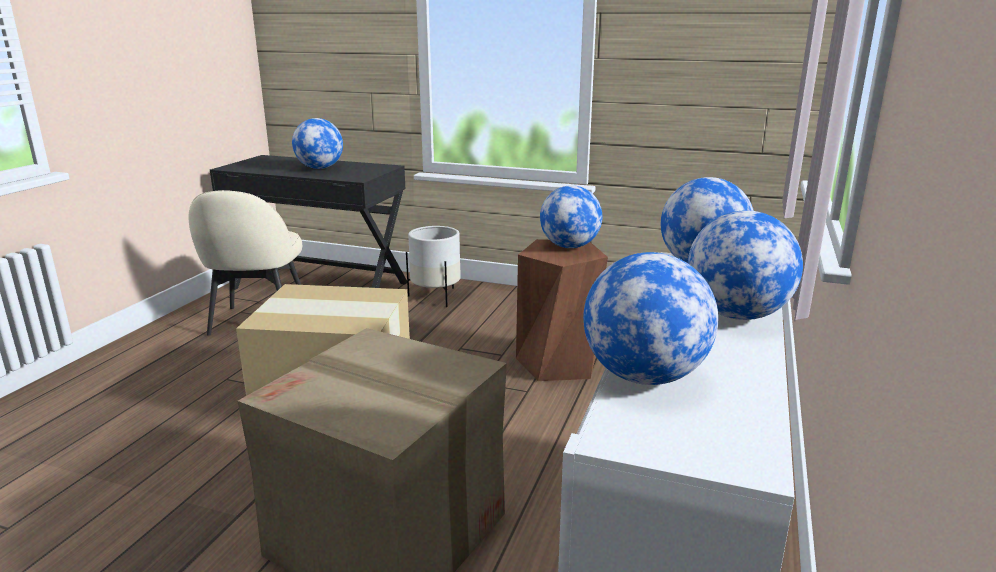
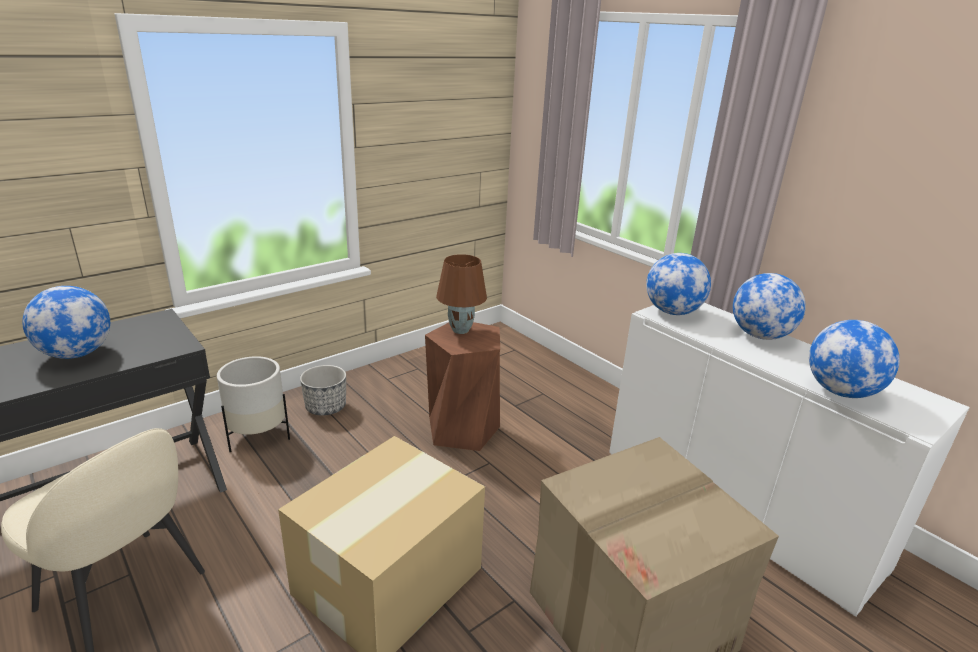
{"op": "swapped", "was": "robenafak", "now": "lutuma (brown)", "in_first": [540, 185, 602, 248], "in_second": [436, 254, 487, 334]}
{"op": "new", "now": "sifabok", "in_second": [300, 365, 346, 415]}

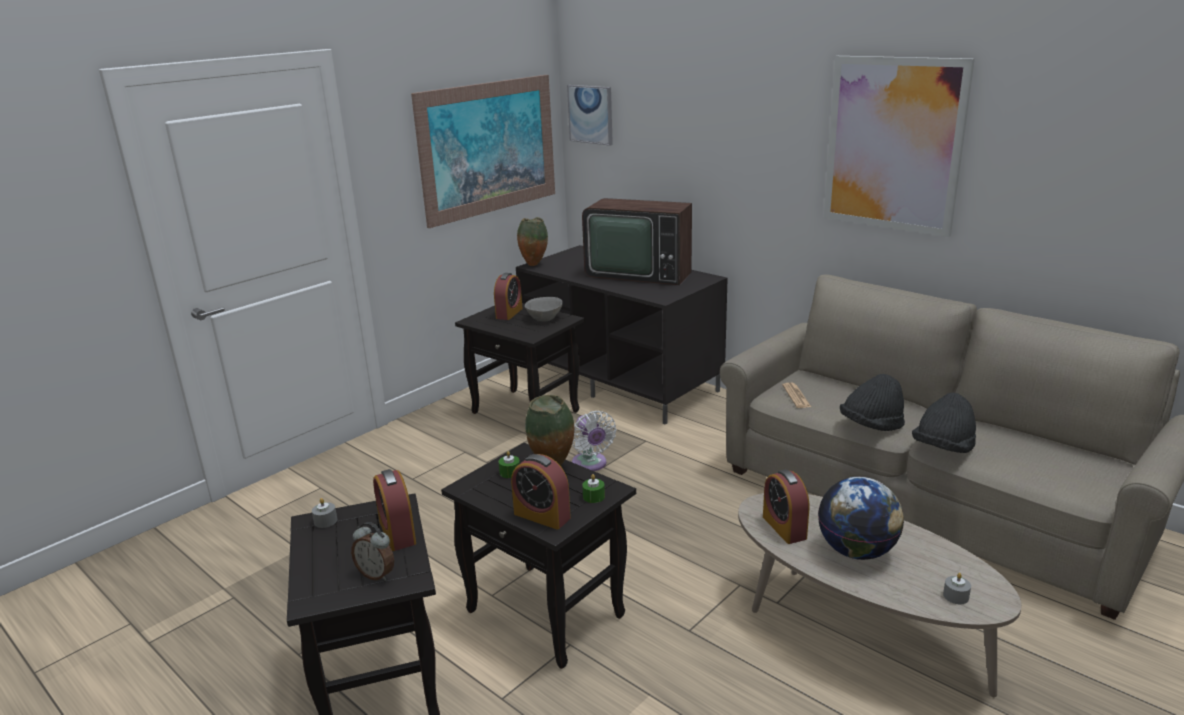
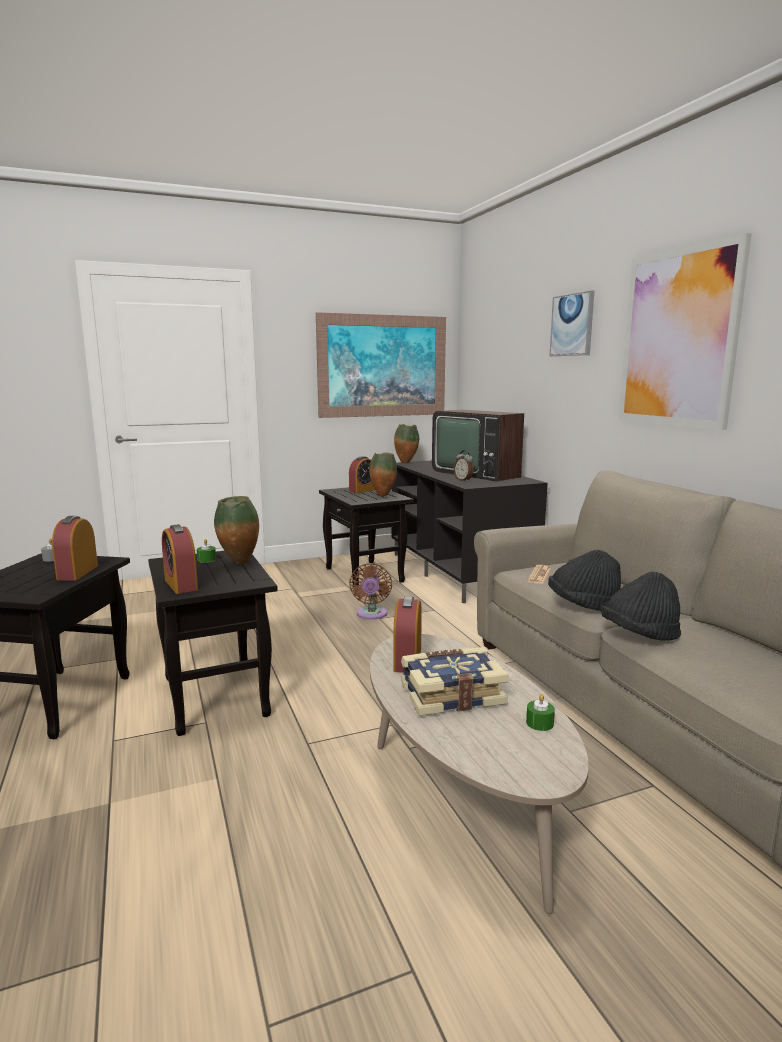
{"op": "shifted", "was": "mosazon", "in_first": [351, 522, 394, 581], "in_second": [454, 450, 474, 482]}
{"op": "swapped", "was": "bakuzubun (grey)", "now": "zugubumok", "in_first": [525, 297, 563, 321], "in_second": [369, 452, 397, 496]}
{"op": "shifted", "was": "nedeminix", "in_first": [567, 85, 613, 146], "in_second": [550, 290, 594, 356]}
{"op": "repainted", "was": "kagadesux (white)", "now": "kagadesux (brown)", "in_first": [572, 411, 616, 471], "in_second": [349, 563, 392, 620]}
{"op": "shifted", "was": "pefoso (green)", "in_first": [582, 474, 605, 503], "in_second": [526, 694, 555, 731]}
{"op": "swapped", "was": "robenafak", "now": "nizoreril", "in_first": [818, 477, 904, 560], "in_second": [401, 647, 509, 716]}
{"op": "gone", "was": "pefoso (grey)", "in_first": [943, 573, 971, 604]}

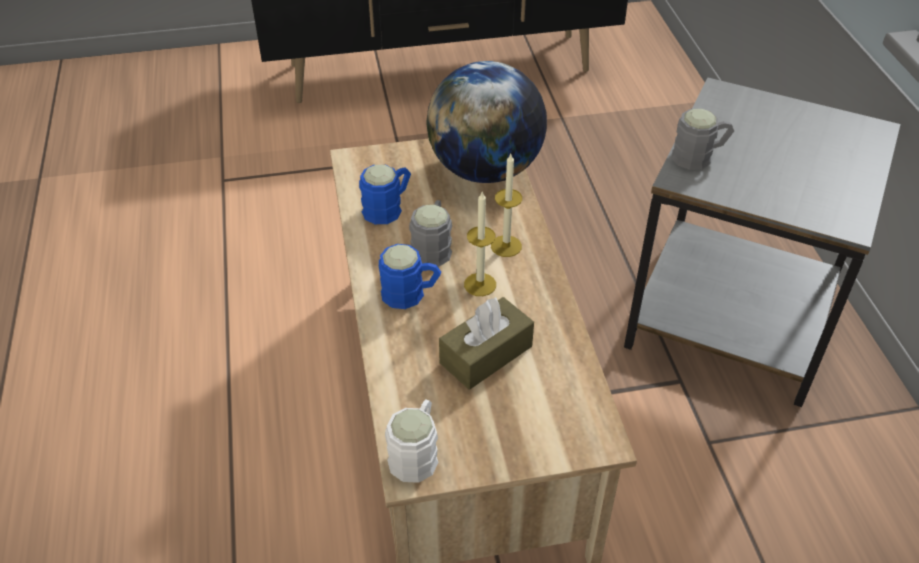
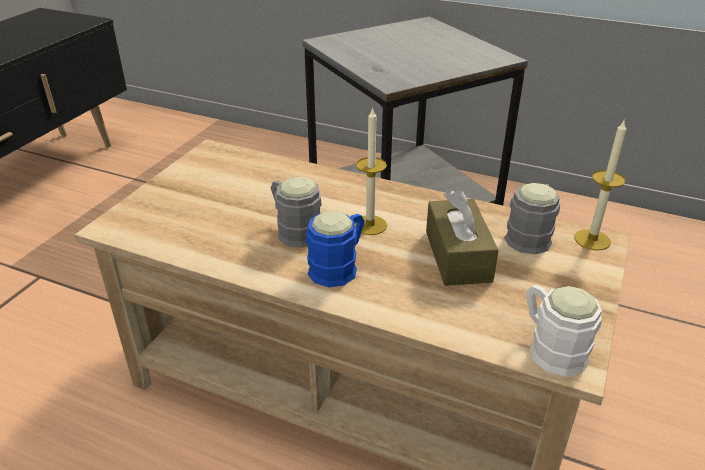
{"op": "gone", "was": "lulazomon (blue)", "in_first": [359, 165, 411, 224]}
{"op": "gone", "was": "robenafak", "in_first": [426, 61, 547, 183]}
{"op": "shifted", "was": "pefoso", "in_first": [491, 154, 522, 257], "in_second": [574, 119, 626, 251]}
{"op": "shifted", "was": "lulazomon (grey)", "in_first": [671, 109, 734, 170], "in_second": [504, 183, 560, 255]}

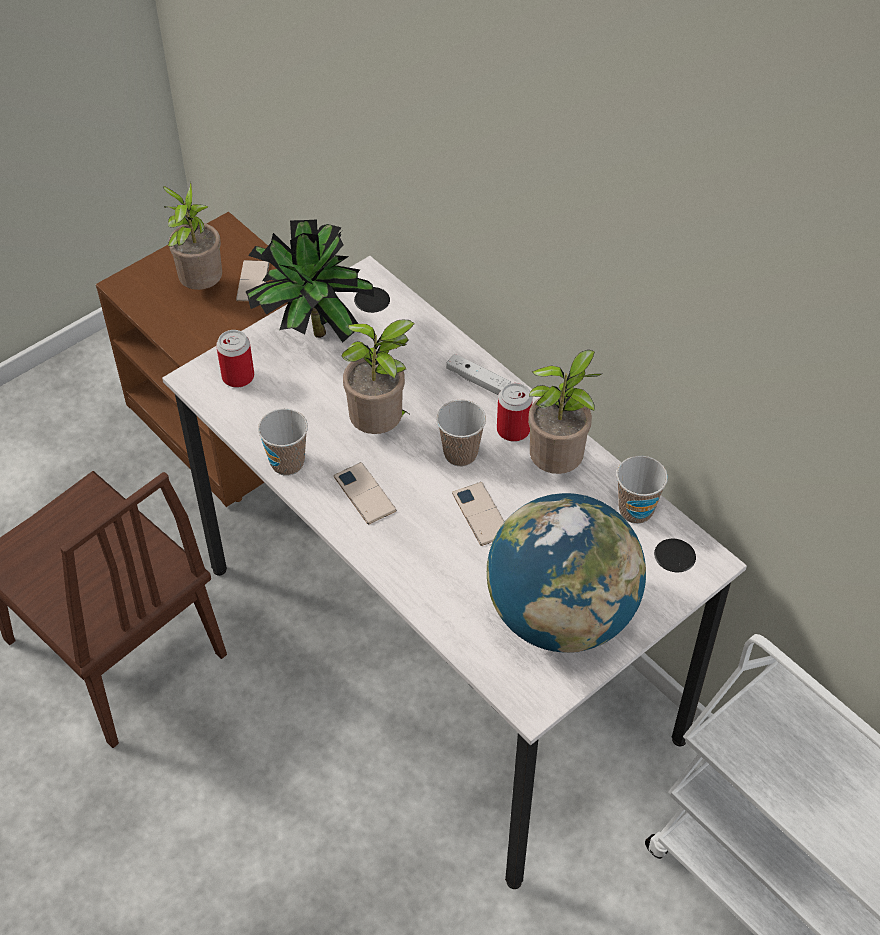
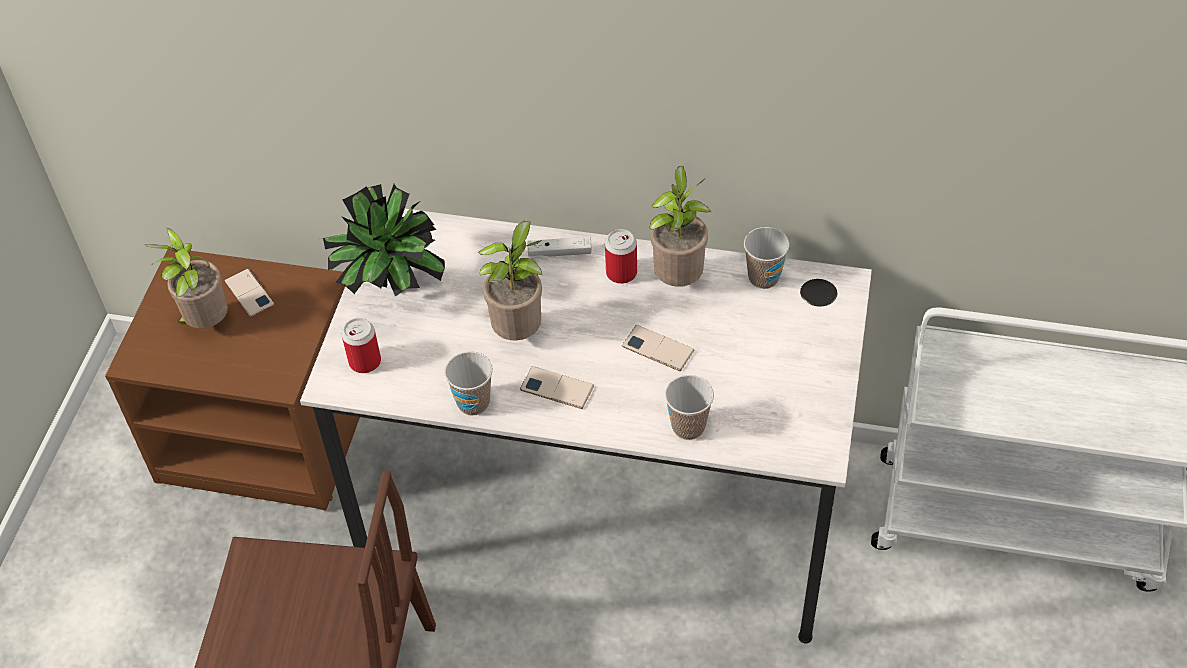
{"op": "shifted", "was": "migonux", "in_first": [437, 400, 486, 467], "in_second": [665, 375, 714, 440]}
{"op": "gone", "was": "robenafak", "in_first": [487, 493, 646, 653]}

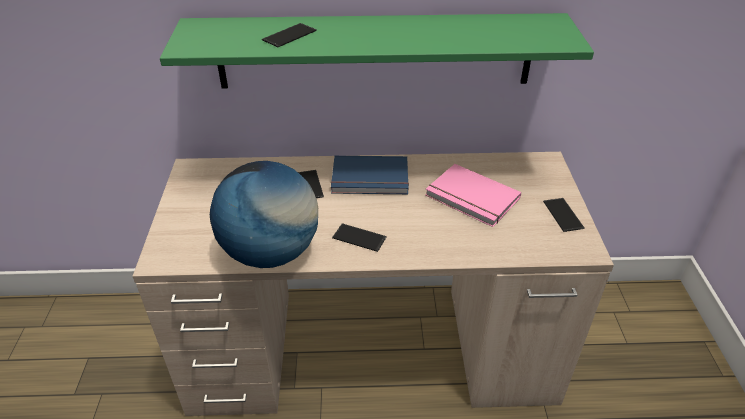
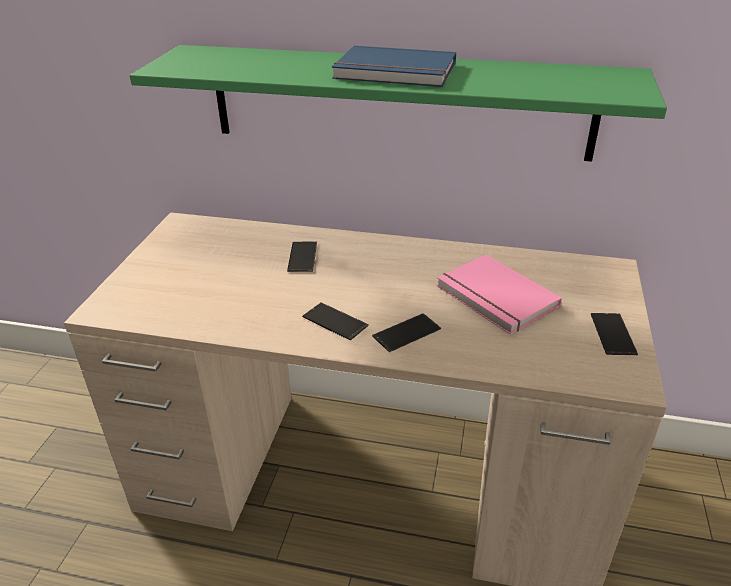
{"op": "gone", "was": "robenafak", "in_first": [210, 161, 318, 268]}
{"op": "shifted", "was": "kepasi", "in_first": [262, 23, 317, 47], "in_second": [372, 313, 441, 352]}
{"op": "shifted", "was": "nizoreril (blue)", "in_first": [331, 156, 409, 194], "in_second": [332, 46, 456, 87]}

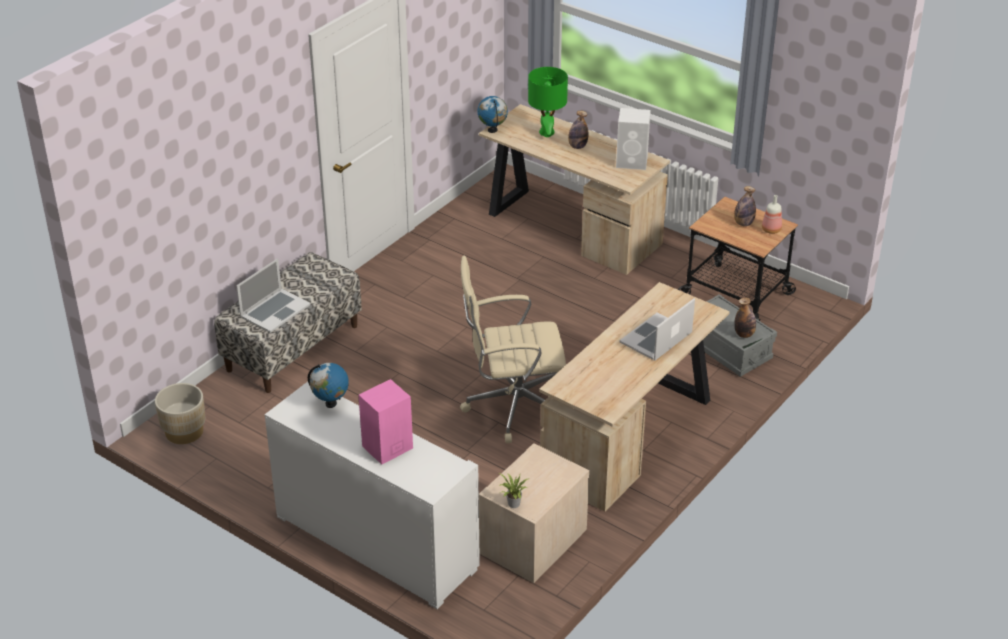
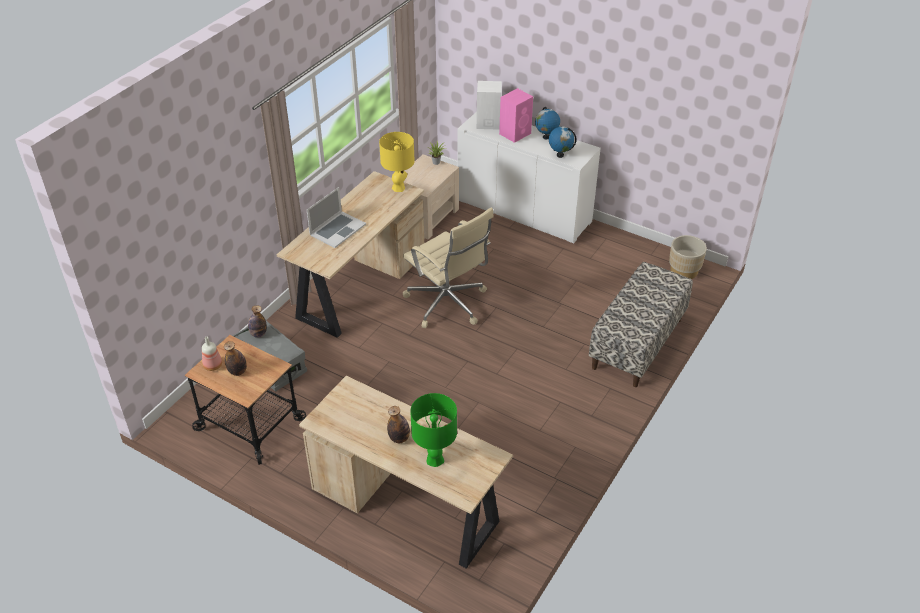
{"op": "gone", "was": "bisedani", "in_first": [236, 258, 311, 333]}
{"op": "rotated", "was": "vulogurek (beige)", "in_first": [460, 256, 566, 443], "in_second": [403, 208, 494, 328], "clockwise": 60}
{"op": "shifted", "was": "robenafak", "in_first": [478, 96, 508, 133], "in_second": [535, 107, 560, 139]}
{"op": "shifted", "was": "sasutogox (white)", "in_first": [616, 108, 651, 170], "in_second": [477, 81, 502, 129]}
{"op": "new", "now": "lutuma (yellow)", "in_second": [379, 132, 415, 192]}

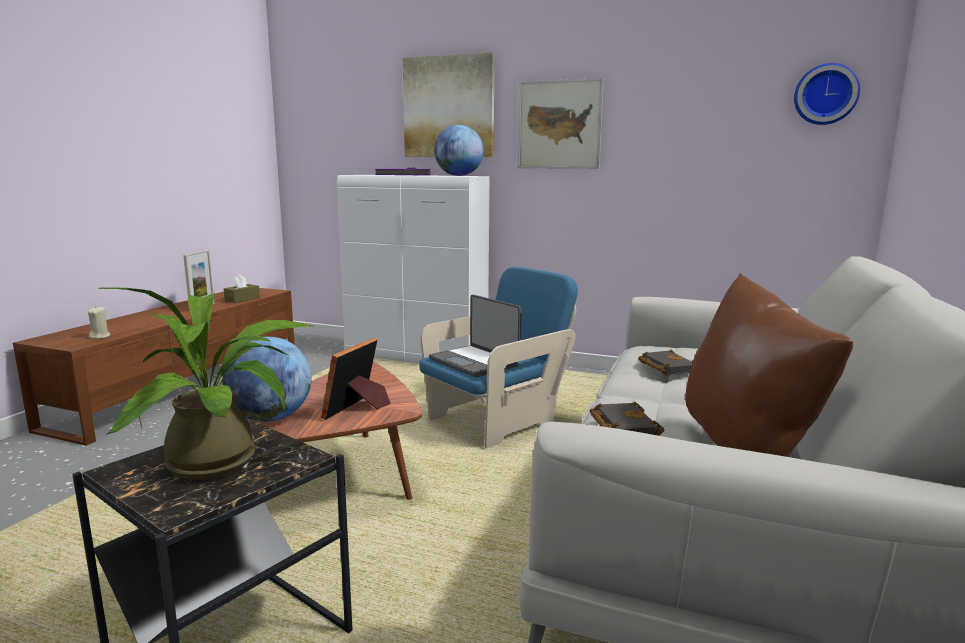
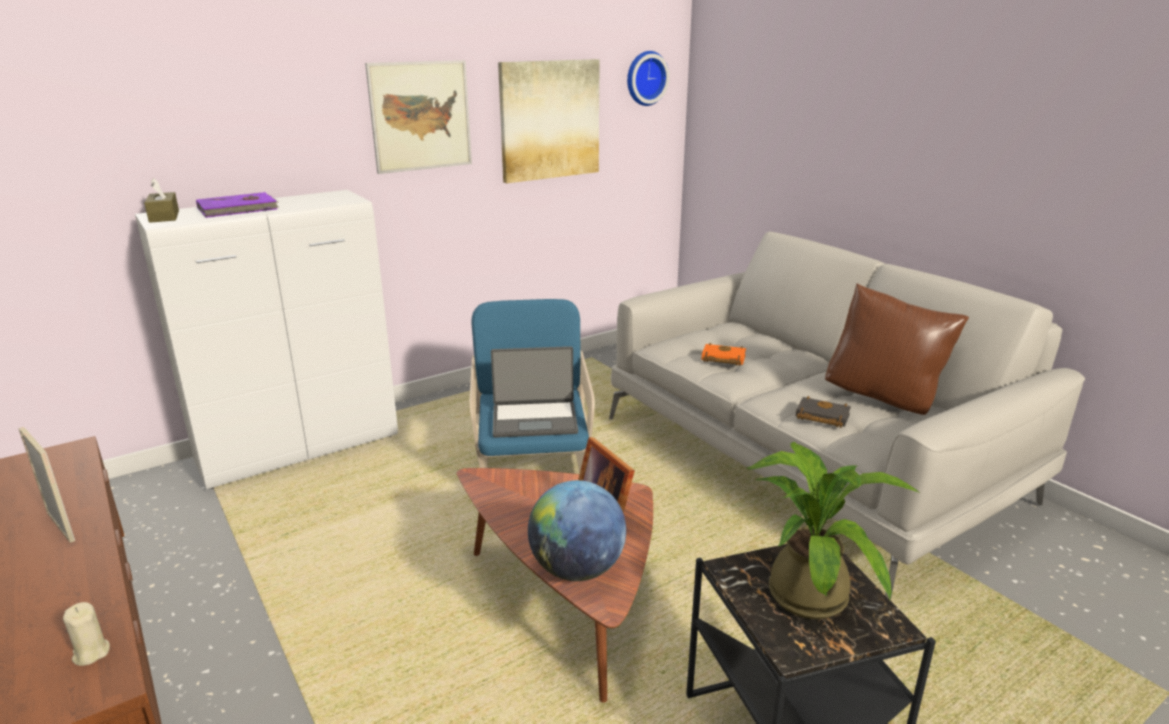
{"op": "shifted", "was": "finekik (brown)", "in_first": [224, 274, 260, 303], "in_second": [144, 178, 179, 223]}
{"op": "shifted", "was": "nedeminix", "in_first": [403, 52, 495, 157], "in_second": [498, 59, 600, 183]}
{"op": "gone", "was": "robenafak", "in_first": [434, 125, 484, 176]}
{"op": "repainted", "was": "nizoreril (black)", "now": "nizoreril (orange)", "in_first": [638, 349, 693, 376], "in_second": [701, 343, 746, 366]}

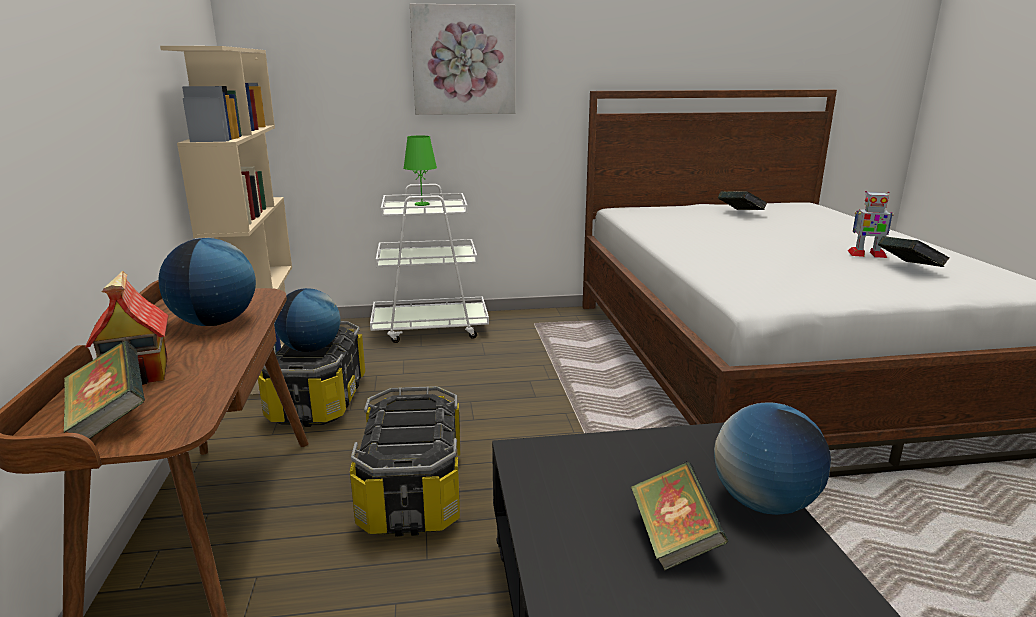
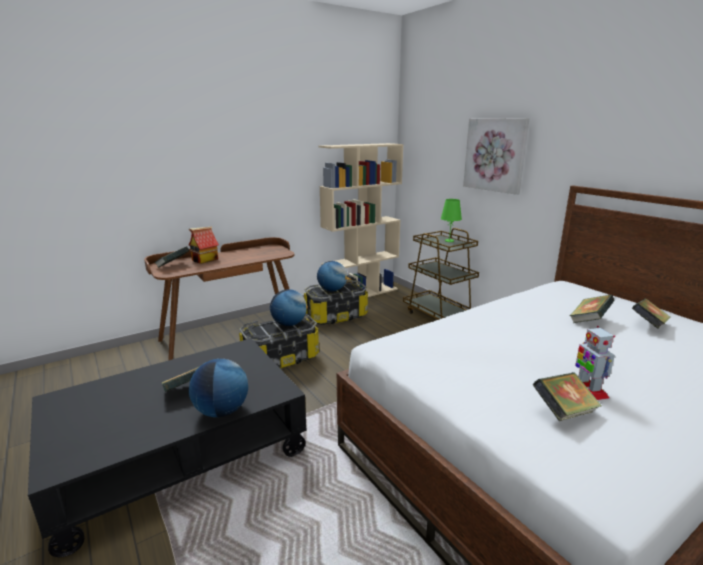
{"op": "shifted", "was": "robenafak", "in_first": [158, 238, 256, 326], "in_second": [270, 289, 308, 326]}
{"op": "repainted", "was": "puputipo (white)", "now": "puputipo (brown)", "in_first": [370, 184, 489, 343], "in_second": [403, 228, 479, 320]}
{"op": "new", "now": "nizoreril", "in_second": [570, 295, 615, 323]}

